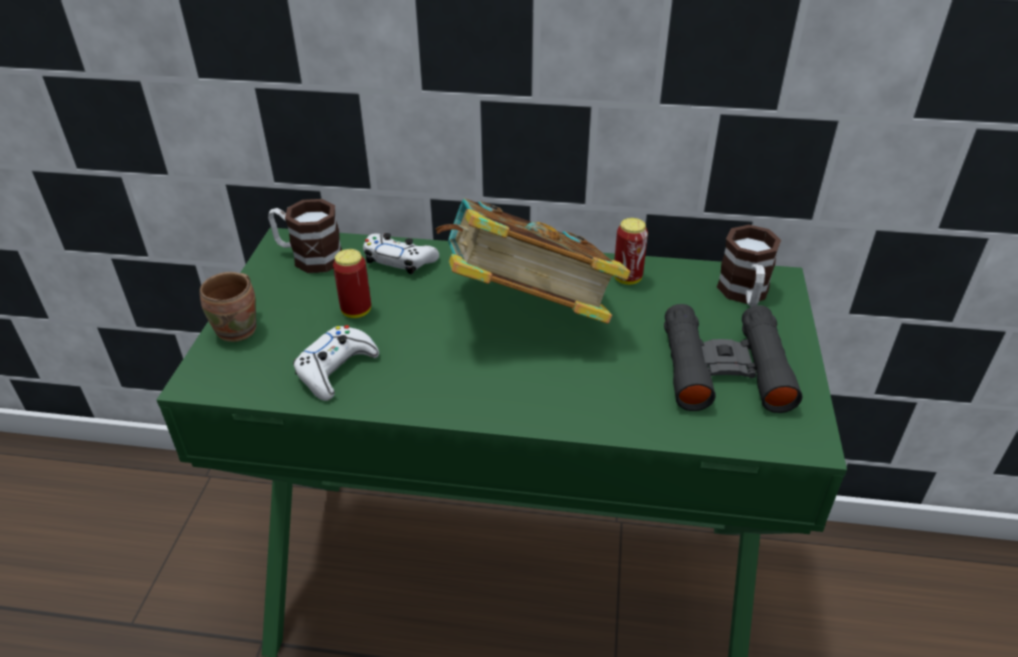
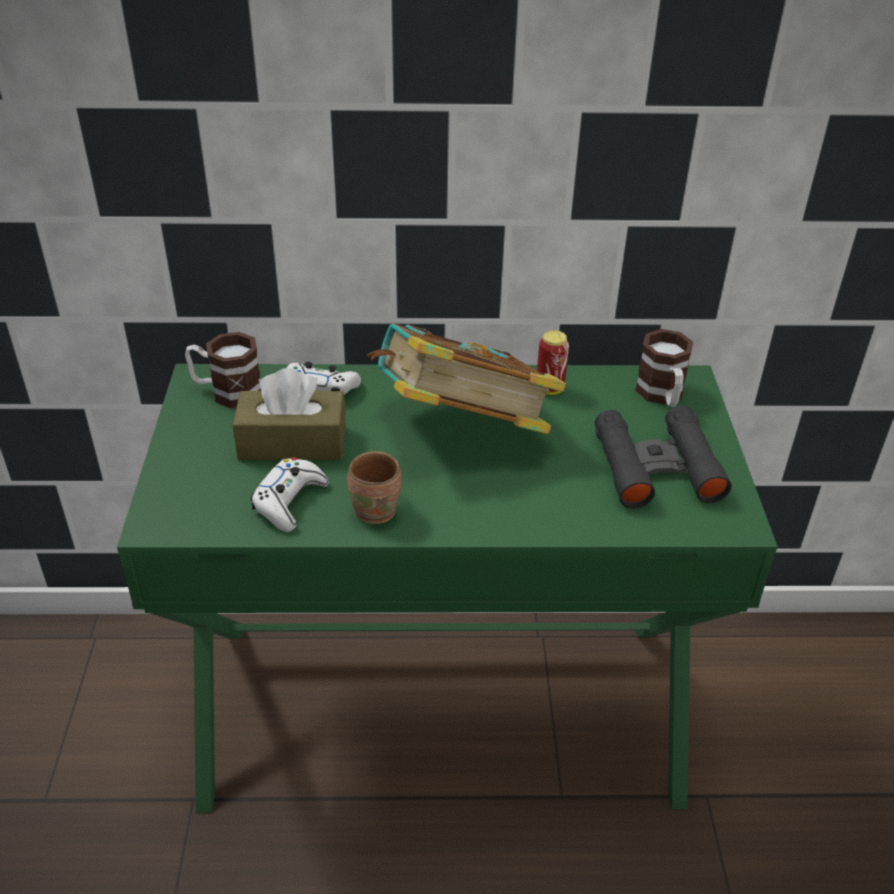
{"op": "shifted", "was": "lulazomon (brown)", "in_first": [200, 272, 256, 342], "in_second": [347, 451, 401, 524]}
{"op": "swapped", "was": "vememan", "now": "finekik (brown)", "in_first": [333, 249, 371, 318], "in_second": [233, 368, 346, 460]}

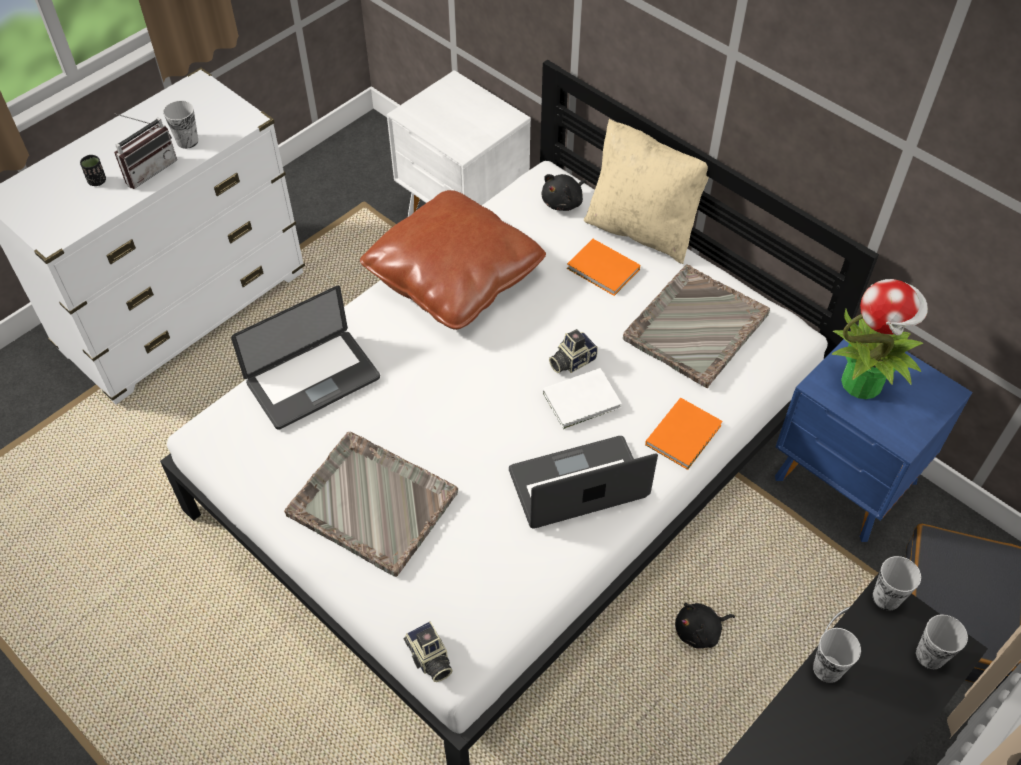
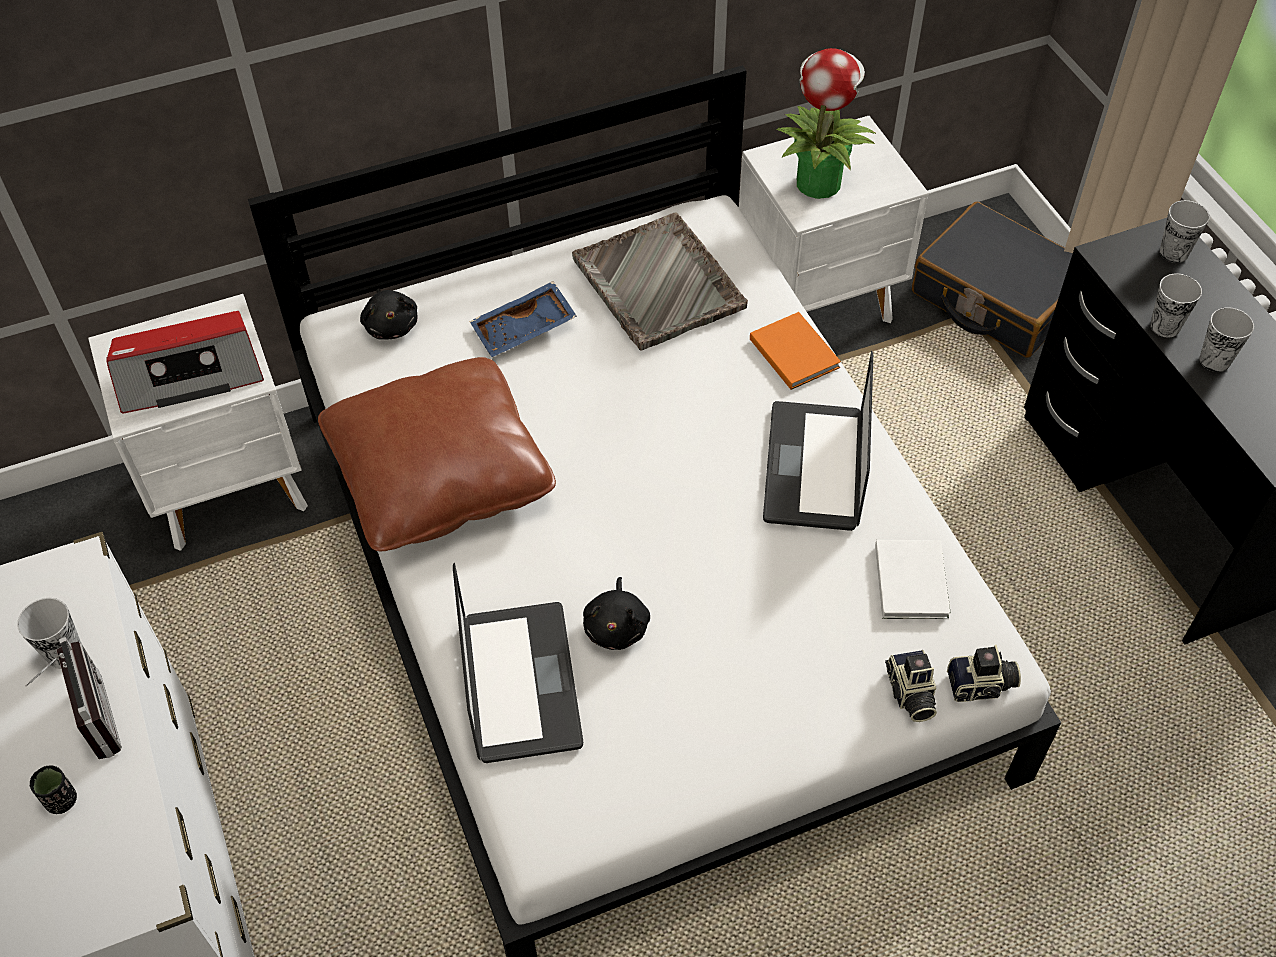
{"op": "gone", "was": "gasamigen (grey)", "in_first": [284, 432, 458, 577]}
{"op": "shifted", "was": "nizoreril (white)", "in_first": [543, 368, 622, 429], "in_second": [875, 540, 951, 619]}
{"op": "shifted", "was": "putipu", "in_first": [549, 329, 598, 373], "in_second": [885, 650, 937, 722]}
{"op": "swapped", "was": "nizoreril (orange)", "now": "gasamigen (blue)", "in_first": [567, 239, 640, 296], "in_second": [469, 281, 577, 357]}
{"op": "gone", "was": "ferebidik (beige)", "in_first": [584, 119, 709, 264]}
{"op": "shifted", "was": "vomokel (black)", "in_first": [675, 603, 735, 649], "in_second": [583, 577, 650, 650]}
{"op": "repainted", "was": "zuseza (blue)", "now": "zuseza (white)", "in_first": [775, 324, 972, 542], "in_second": [739, 116, 929, 323]}
{"op": "shifted", "was": "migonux", "in_first": [873, 556, 921, 610], "in_second": [1200, 307, 1254, 372]}
{"op": "new", "now": "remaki", "in_second": [106, 311, 264, 413]}

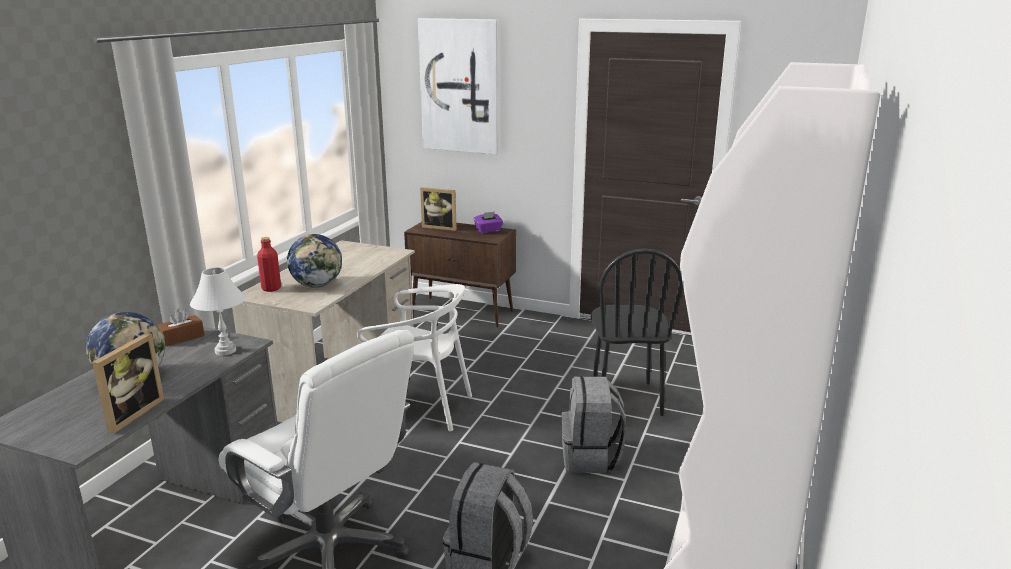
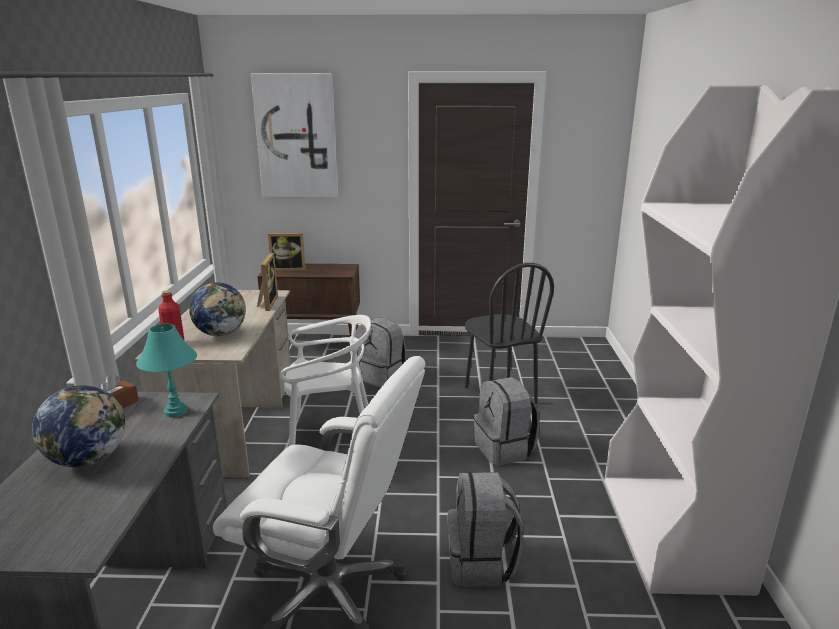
{"op": "shifted", "was": "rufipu", "in_first": [92, 333, 164, 434], "in_second": [257, 253, 278, 311]}
{"op": "repainted", "was": "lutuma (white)", "now": "lutuma (turquoise)", "in_first": [190, 268, 246, 356], "in_second": [136, 324, 197, 418]}
{"op": "gone", "was": "finekik (purple)", "in_first": [474, 212, 503, 233]}
{"op": "new", "now": "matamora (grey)", "in_second": [355, 318, 407, 387]}

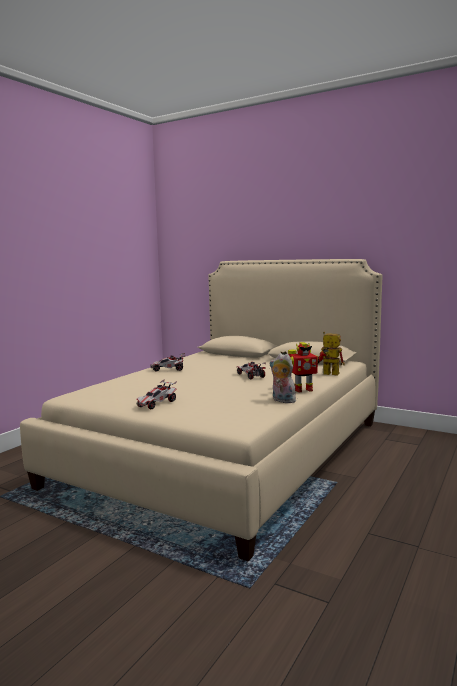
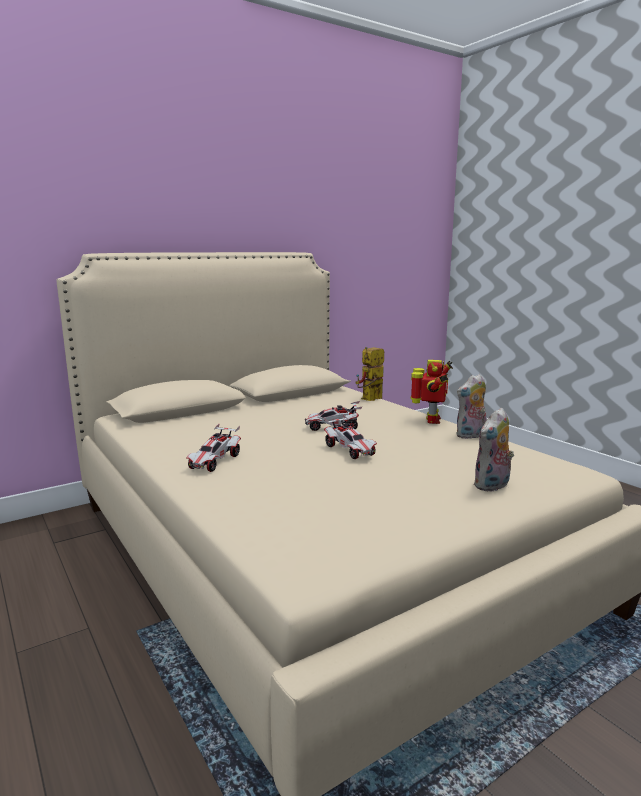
{"op": "shifted", "was": "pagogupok", "in_first": [136, 379, 177, 409], "in_second": [324, 415, 377, 459]}
{"op": "new", "now": "vomokel", "in_second": [473, 408, 514, 492]}

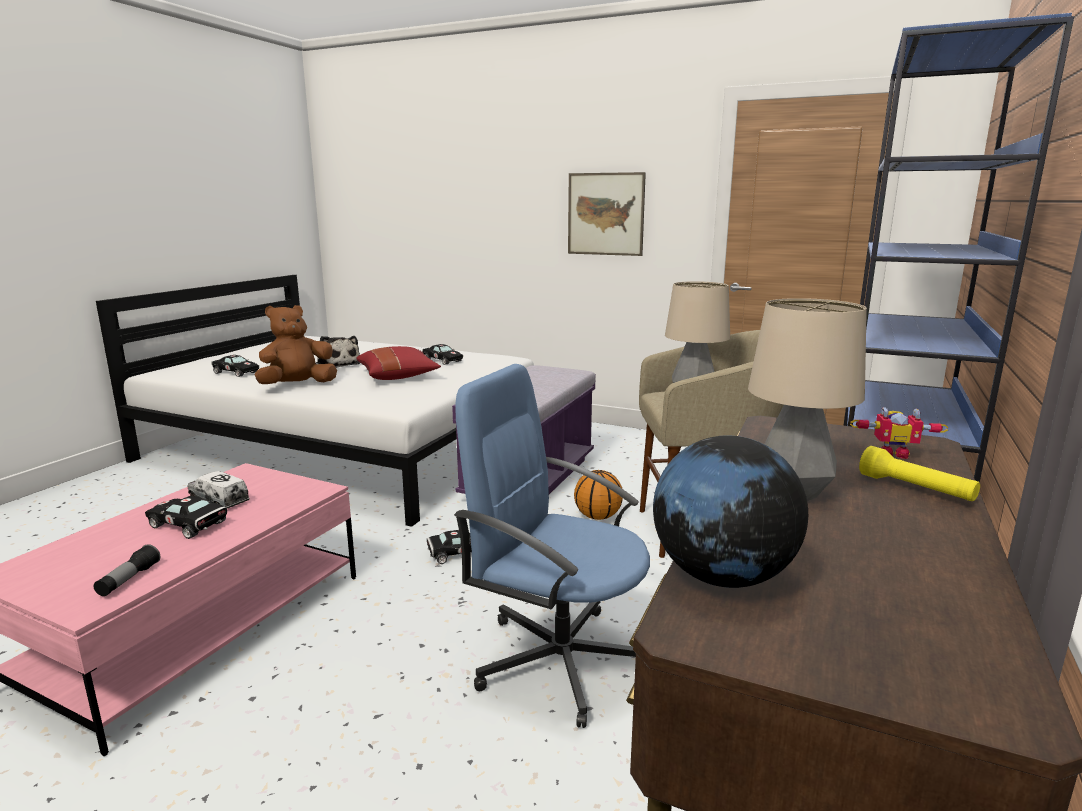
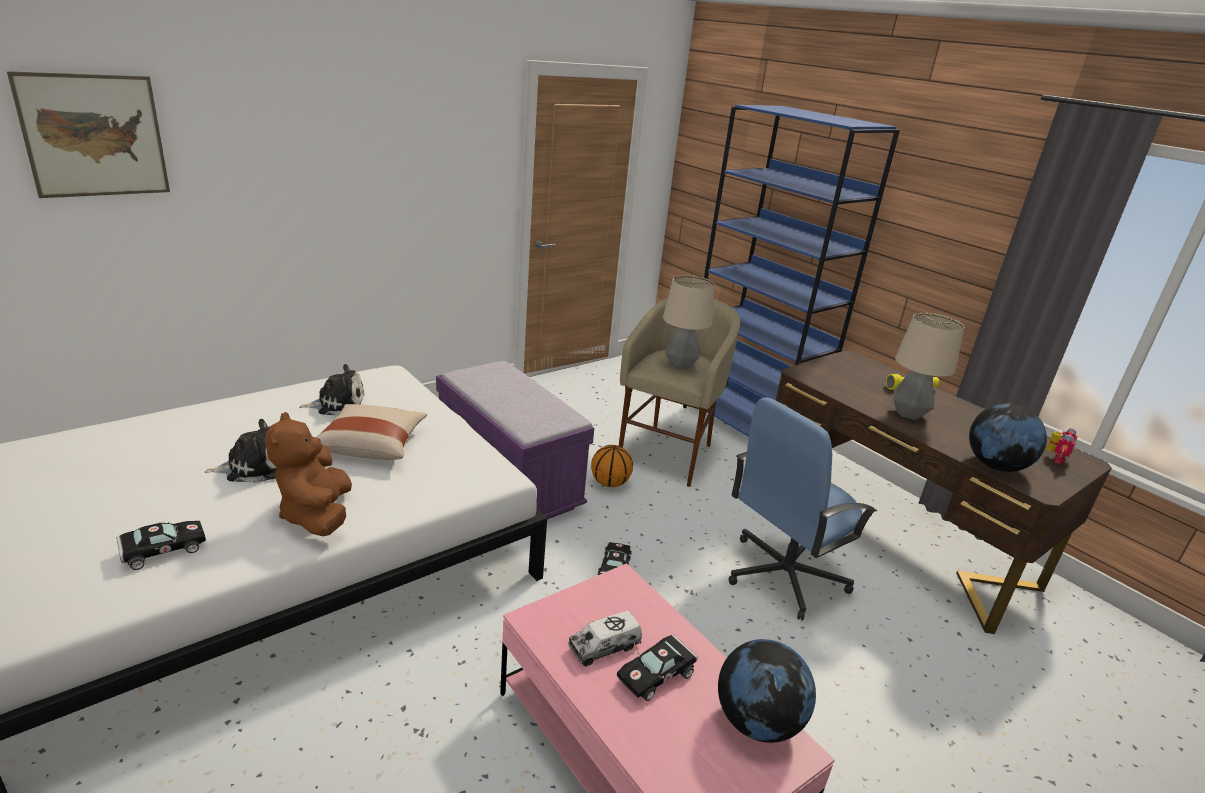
{"op": "swapped", "was": "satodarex", "now": "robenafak", "in_first": [94, 544, 160, 596], "in_second": [718, 639, 816, 743]}
{"op": "repainted", "was": "ferebidik (red)", "now": "ferebidik (beige)", "in_first": [357, 346, 441, 380], "in_second": [316, 404, 427, 460]}
{"op": "swapped", "was": "pagogupok (black)", "now": "vomokel", "in_first": [422, 344, 463, 365], "in_second": [299, 364, 364, 415]}
{"op": "shifted", "was": "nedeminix", "in_first": [568, 172, 646, 256], "in_second": [7, 71, 170, 198]}
{"op": "shifted", "was": "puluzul", "in_first": [850, 407, 949, 459], "in_second": [1047, 428, 1078, 464]}

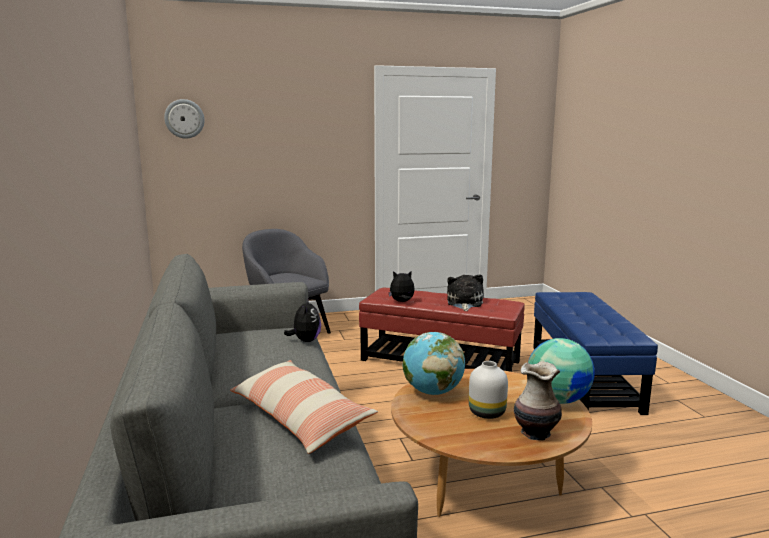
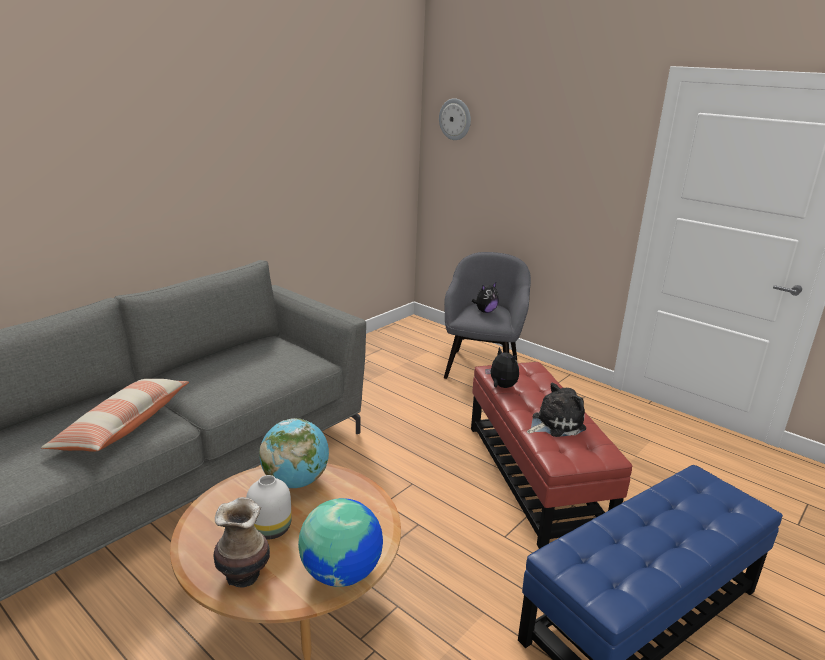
{"op": "shifted", "was": "vomokel", "in_first": [284, 298, 321, 342], "in_second": [472, 282, 499, 313]}

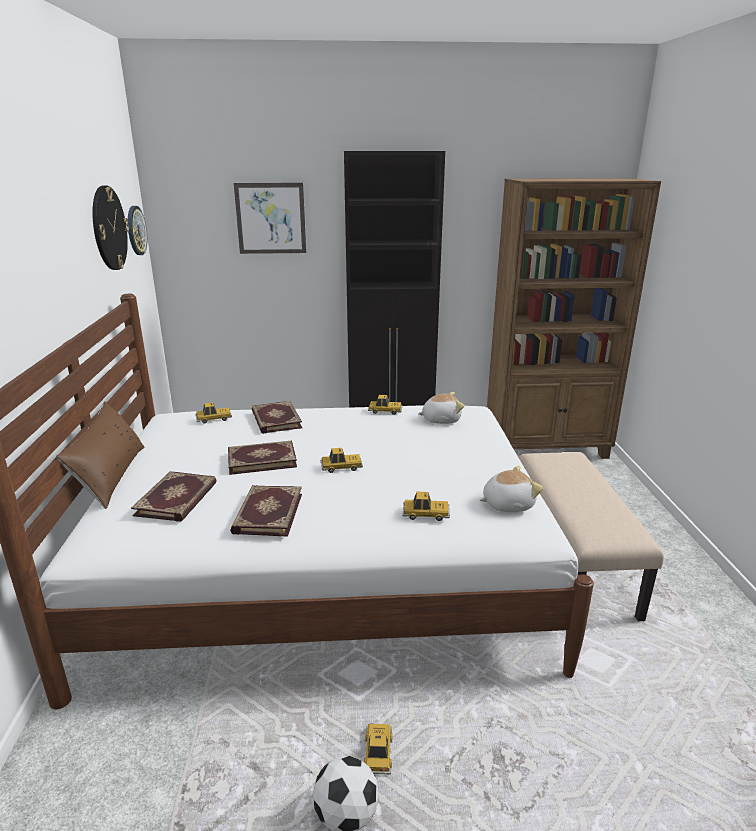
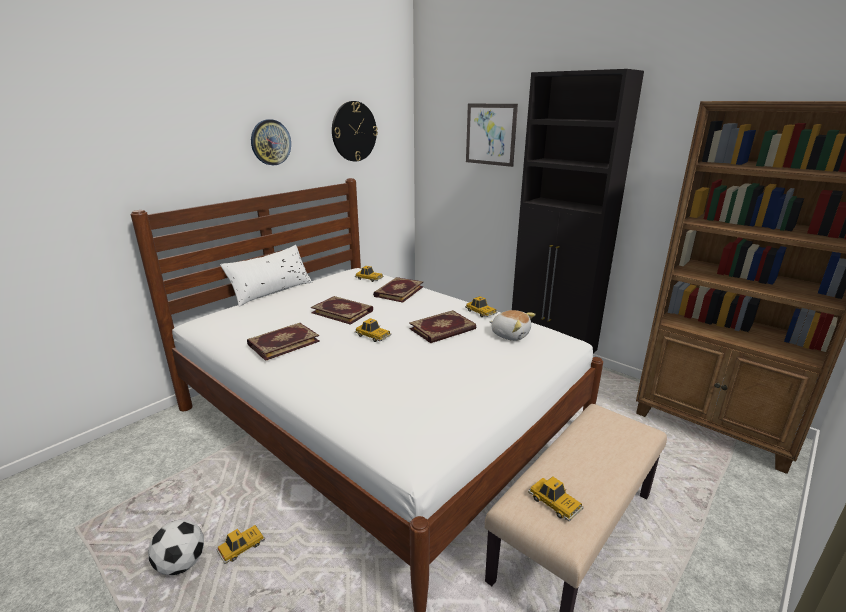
{"op": "repainted", "was": "ferebidik (brown)", "now": "ferebidik (white)", "in_first": [56, 402, 144, 509], "in_second": [220, 245, 312, 307]}
{"op": "shifted", "was": "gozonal", "in_first": [128, 206, 147, 255], "in_second": [251, 119, 291, 165]}
{"op": "shifted", "was": "nizoreril", "in_first": [131, 471, 217, 522], "in_second": [409, 310, 476, 343]}
{"op": "shifted", "was": "pagogupok", "in_first": [402, 492, 450, 521], "in_second": [528, 476, 584, 521]}
{"op": "gone", "was": "vomokel", "in_first": [480, 466, 544, 512]}

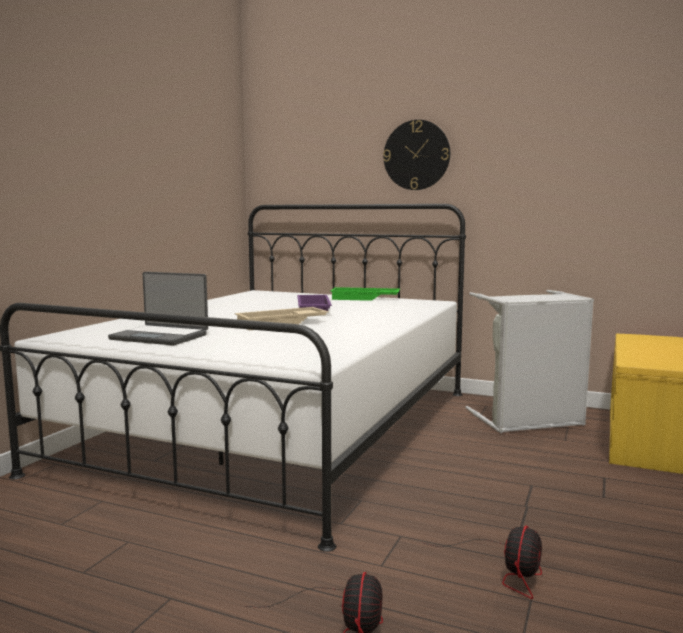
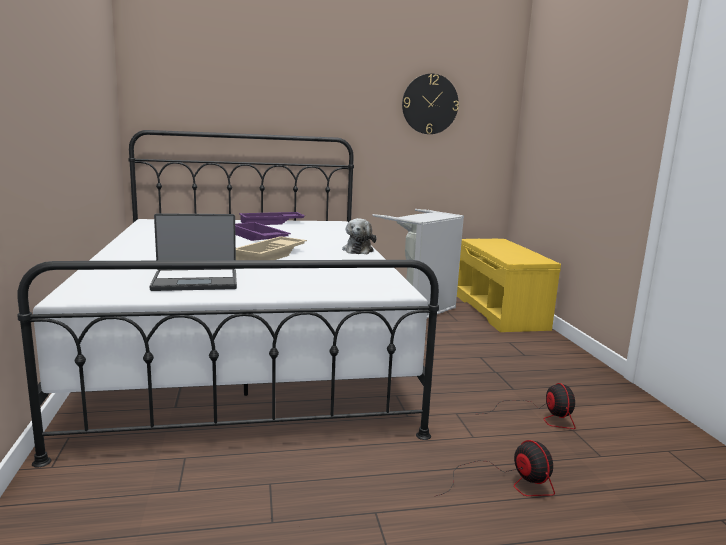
{"op": "repainted", "was": "gasamigen (green)", "now": "gasamigen (purple)", "in_first": [330, 287, 400, 301], "in_second": [239, 212, 305, 225]}
{"op": "shifted", "was": "gozonal", "in_first": [383, 120, 450, 190], "in_second": [402, 74, 459, 134]}
{"op": "new", "now": "vomokel", "in_second": [342, 218, 377, 254]}

